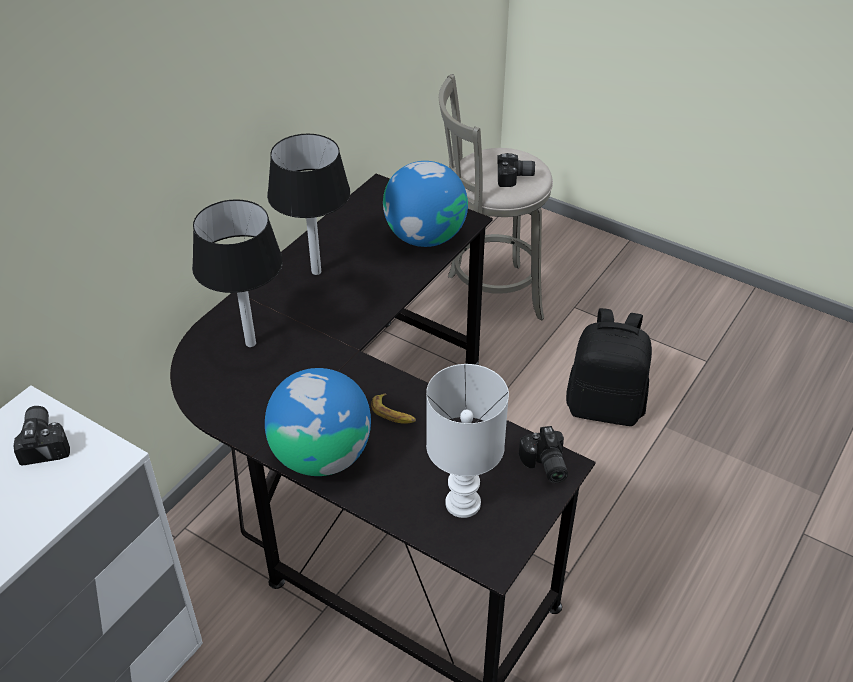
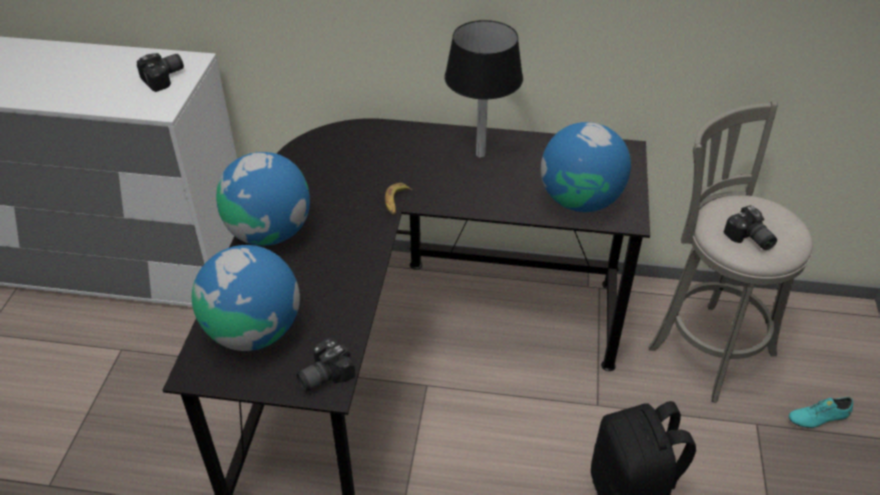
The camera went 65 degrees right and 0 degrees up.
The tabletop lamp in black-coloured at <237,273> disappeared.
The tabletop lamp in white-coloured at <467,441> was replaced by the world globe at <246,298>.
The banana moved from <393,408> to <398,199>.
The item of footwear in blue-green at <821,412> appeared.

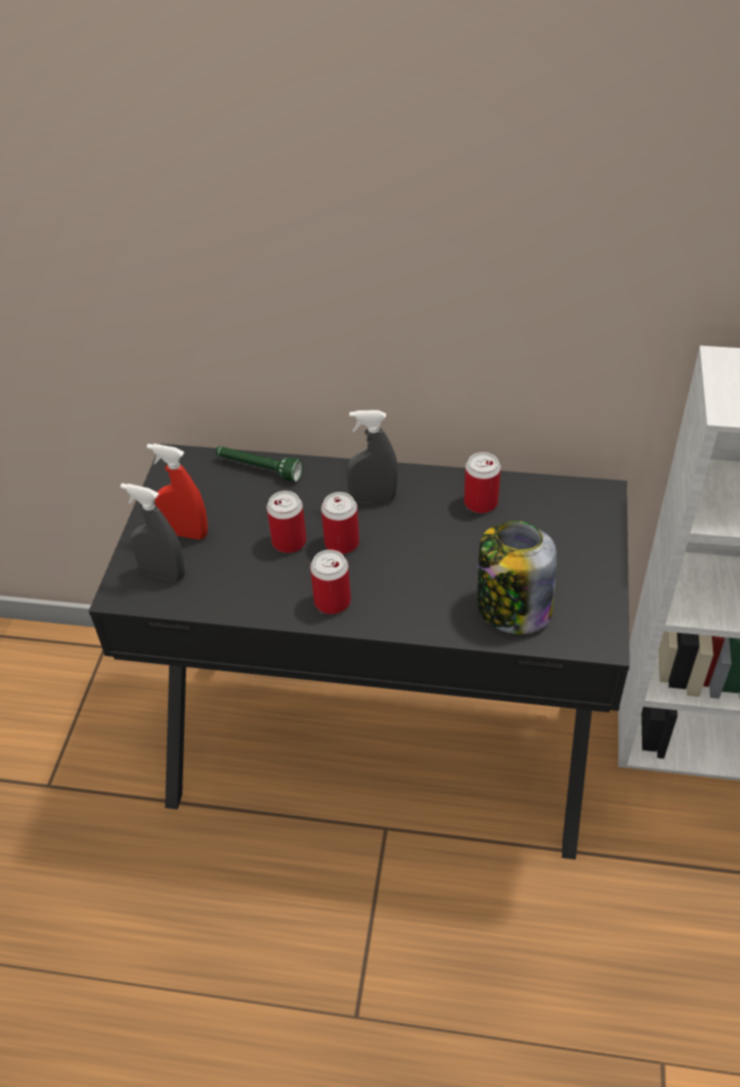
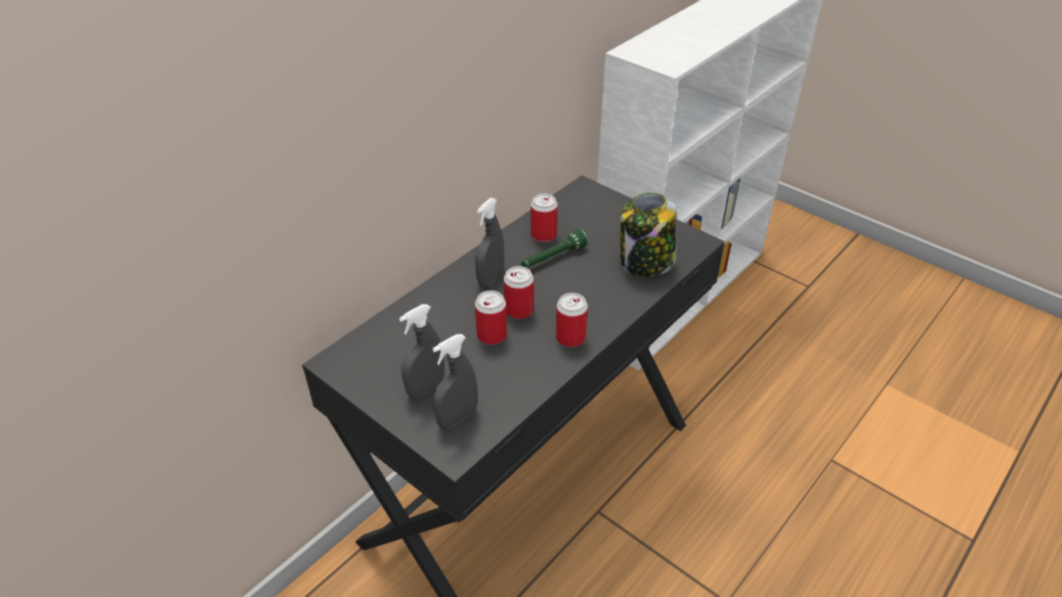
The camera went 60 degrees left and 5 degrees down.
The spray bottle in red at <177,492> became the spray bottle in greyish at <422,351>.
The torch in green-coloured moved from <259,464> to <554,248>.

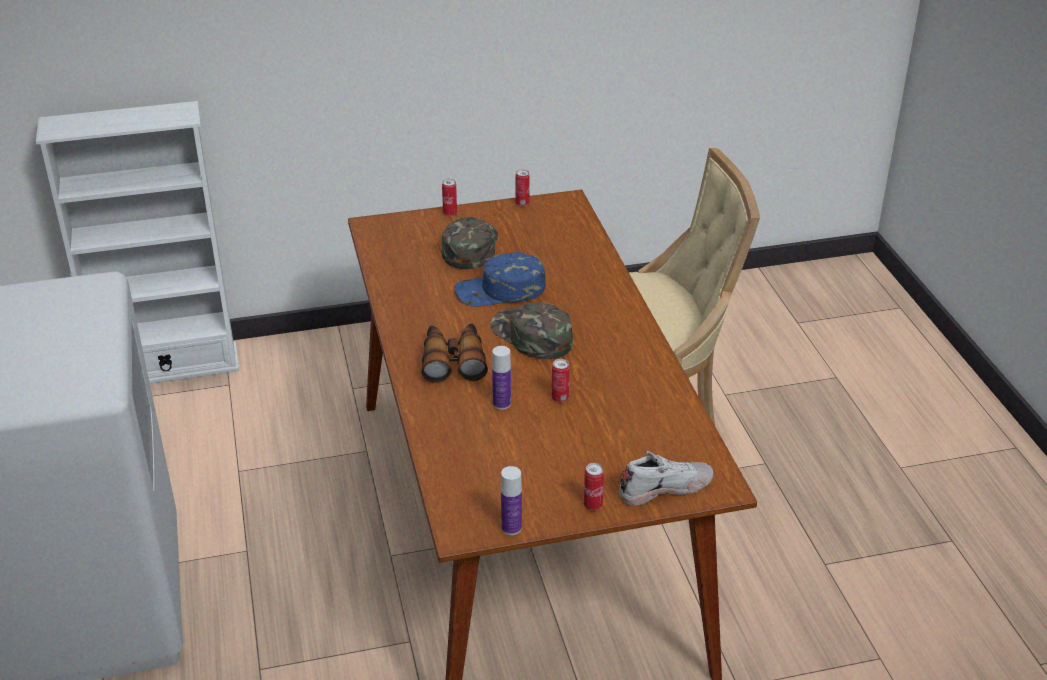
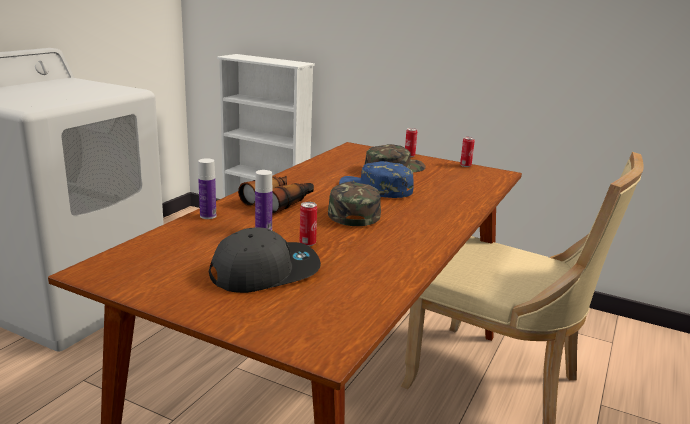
The camera went 40 degrees right and 15 degrees down.
The item of footwear in white-coloured at <666,478> disappeared.
The sealed can at <594,486> disappeared.
The drink bottle moved from <511,500> to <207,188>.
The cap in greyish at <265,260> appeared.

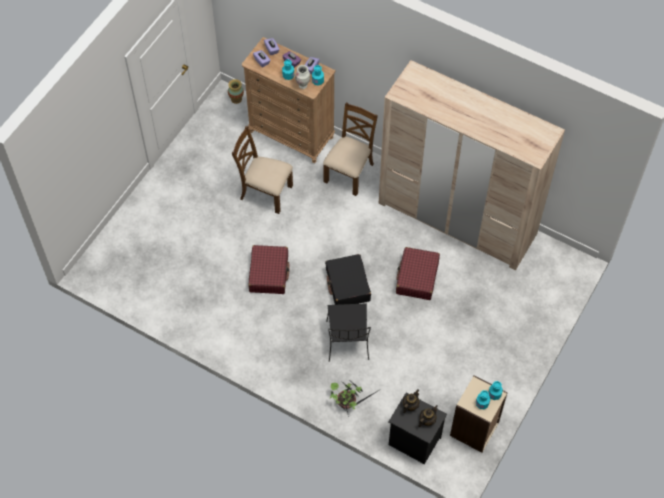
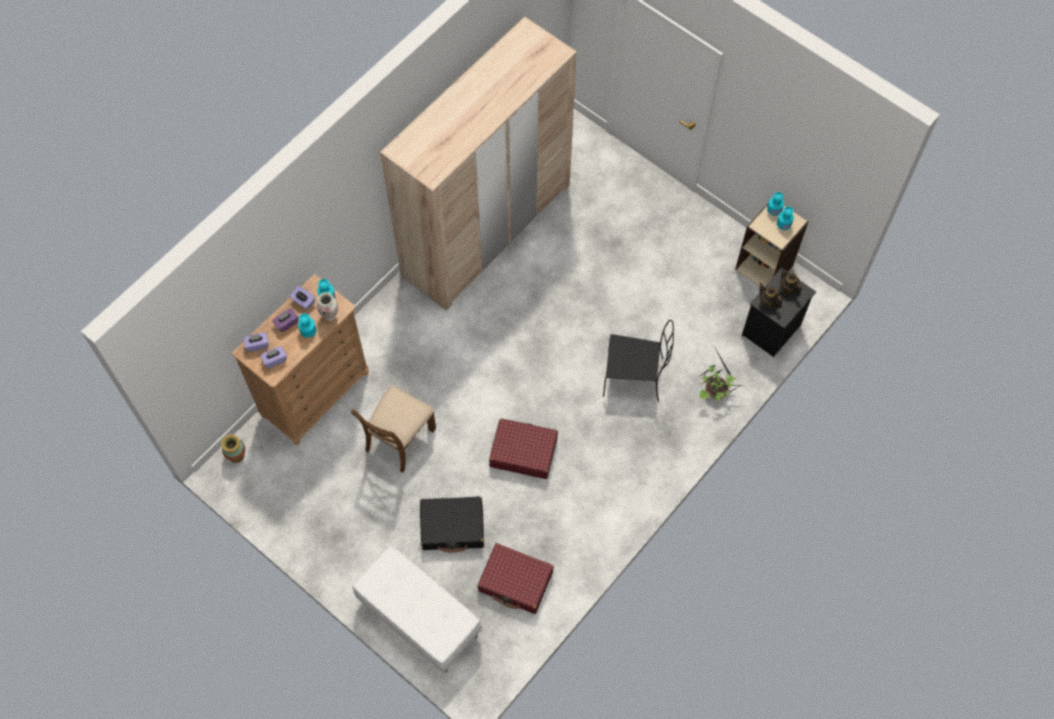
The camera went 80 degrees left and 5 degrees up.
The chair in brown at <350,149> disappeared.
The travel case in red moved from <418,273> to <515,578>.
The travel case in black-coloured moved from <348,279> to <452,524>.
The bench in white-coloured at <417,609> appeared.

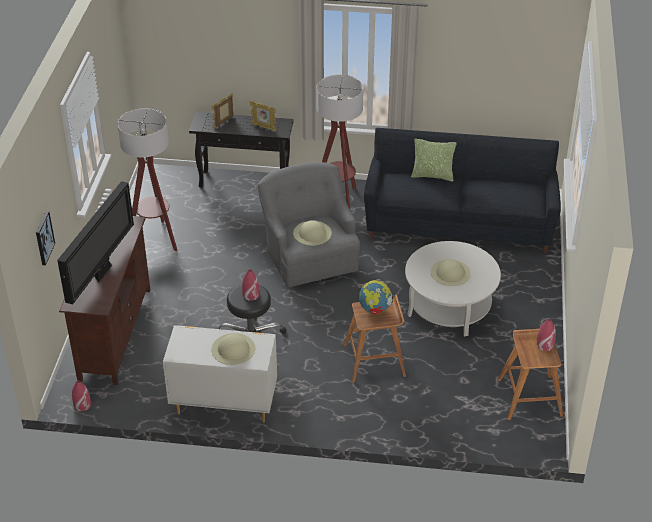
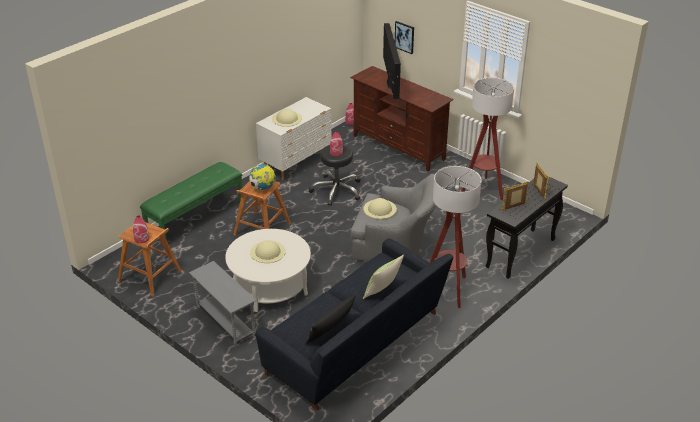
The camera went 125 degrees right and 5 degrees down.
The television at <95,243> turned 150 degrees counterclockwise.
The bench in green-coloured at <191,205> appeared.
The side table in greyish at <223,303> appeared.
The cushion in black-coloured at <330,320> appeared.

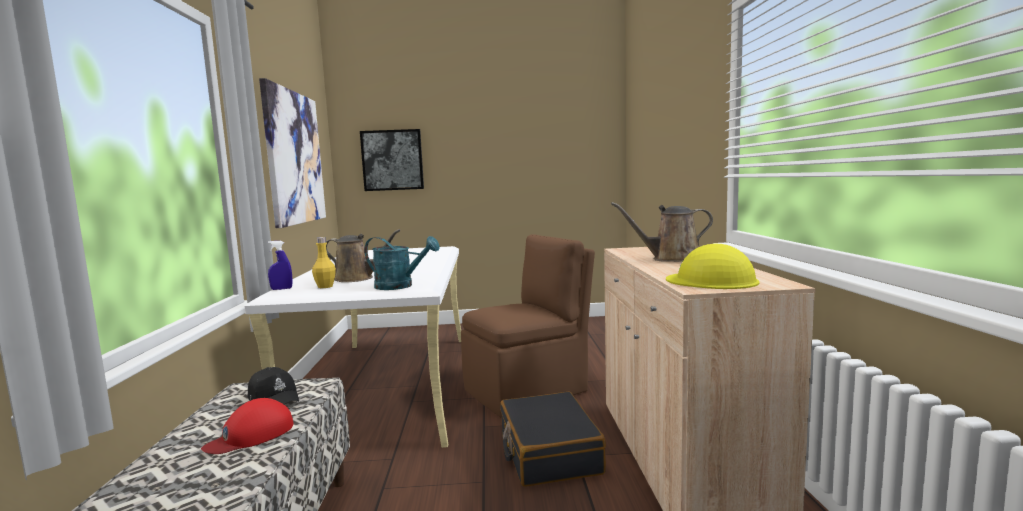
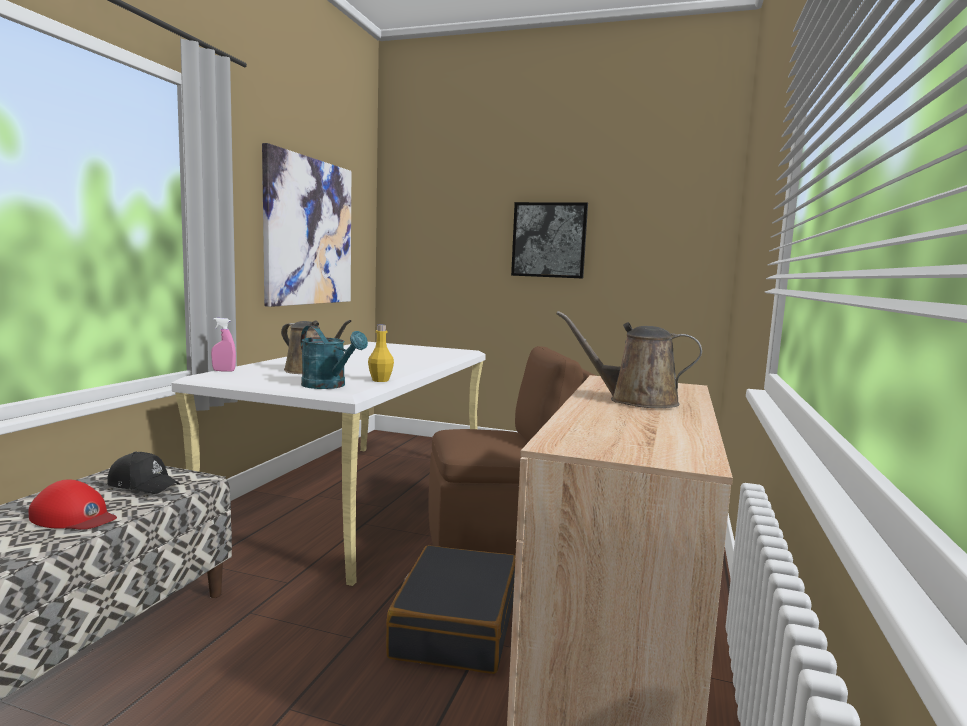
The camera went 20 degrees right and 0 degrees up.
The wall art moved from <392,160> to <549,240>.
The drink bottle in yellowish moved from <324,262> to <381,353>.
The spray bottle in blue-coloured at <280,265> became the spray bottle in pinkish at <223,345>.
The hard hat in yellowish at <713,266> disappeared.
The cap in black-coloured at <273,385> turned 45 degrees counterclockwise.
The cap in red at <247,426> turned 135 degrees counterclockwise.

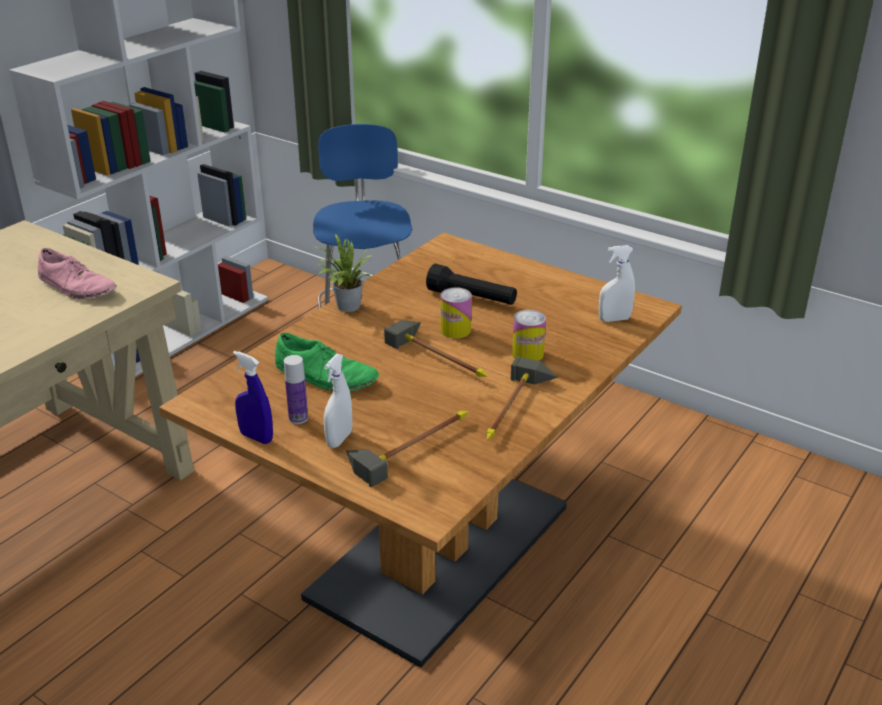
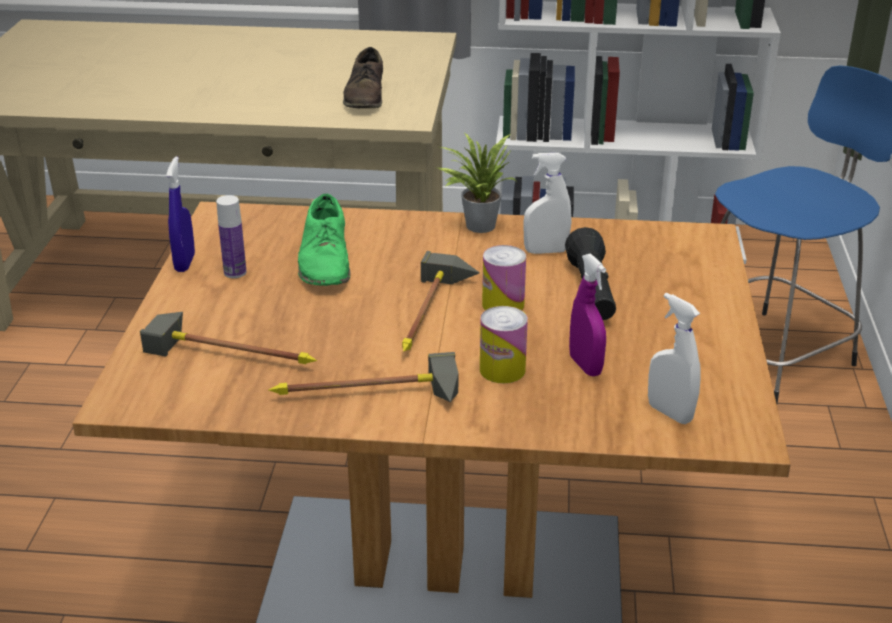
The camera went 60 degrees right and 0 degrees up.
The item of footwear in pinkish at <77,274> became the item of footwear in brown at <363,77>.
The spray bottle in white-coloured moved from <338,401> to <547,203>.
The spray bottle in purplish at <587,314> appeared.

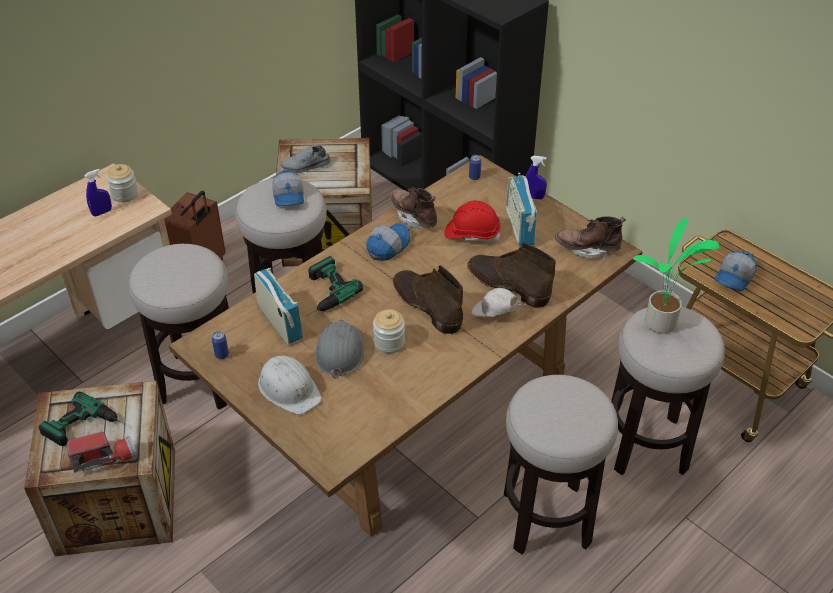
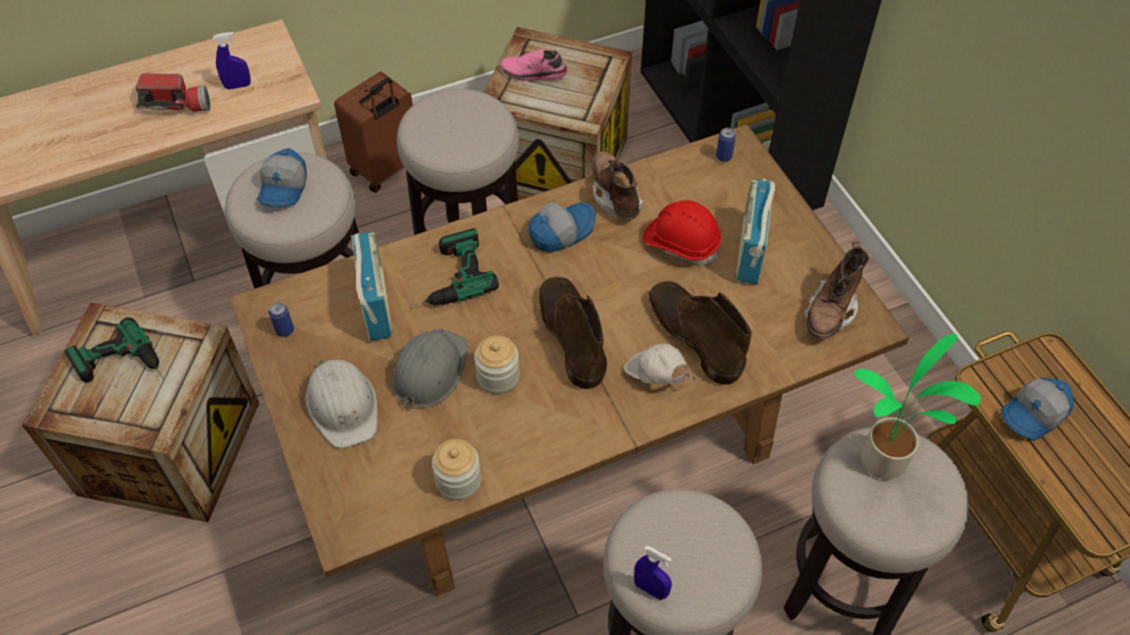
The camera went 20 degrees right and 10 degrees up.
The item of footwear in greyish at <305,159> became the item of footwear in pinkish at <534,65>.
The spray bottle in blue-coloured moved from <536,178> to <653,572>.
The jar moved from <122,183> to <456,469>.
The cap moved from <288,187> to <282,177>.
The tall boot in brown at <590,237> turned 90 degrees counterclockwise.
The torch moved from <102,452> to <173,93>.

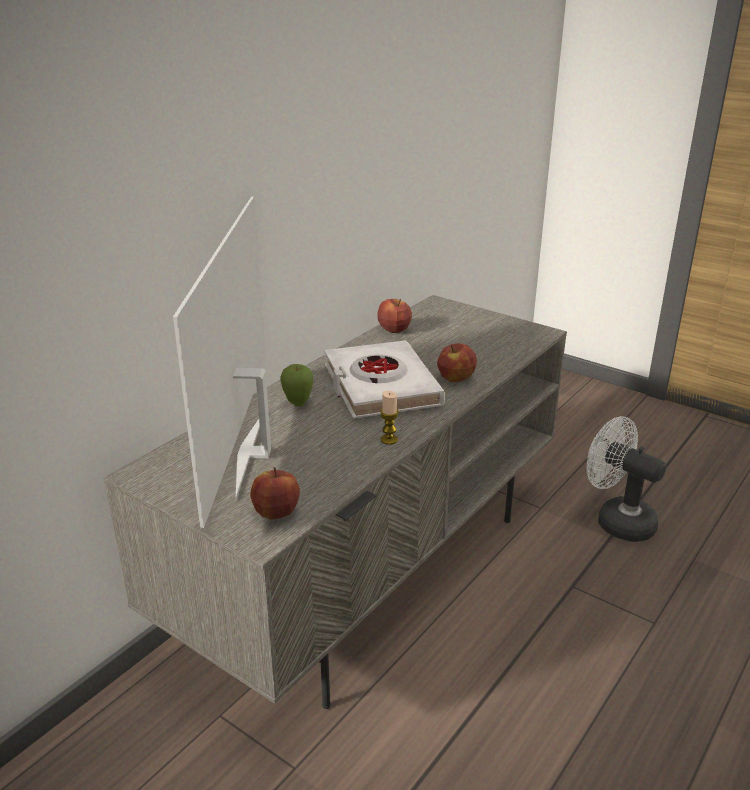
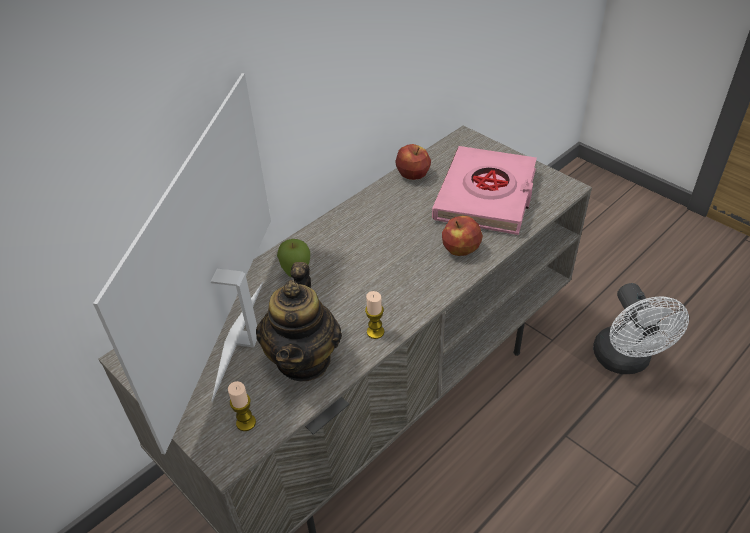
The camera went 10 degrees right and 15 degrees up.
The bound book in white-coloured at <384,379> disappeared.
The electric fan in white-coloured at <626,479> turned 150 degrees counterclockwise.
The whole apple at <275,493> was replaced by the wax candle at <242,406>.
The bound book in pinkish at <484,190> appeared.
The tea pot at <299,321> appeared.

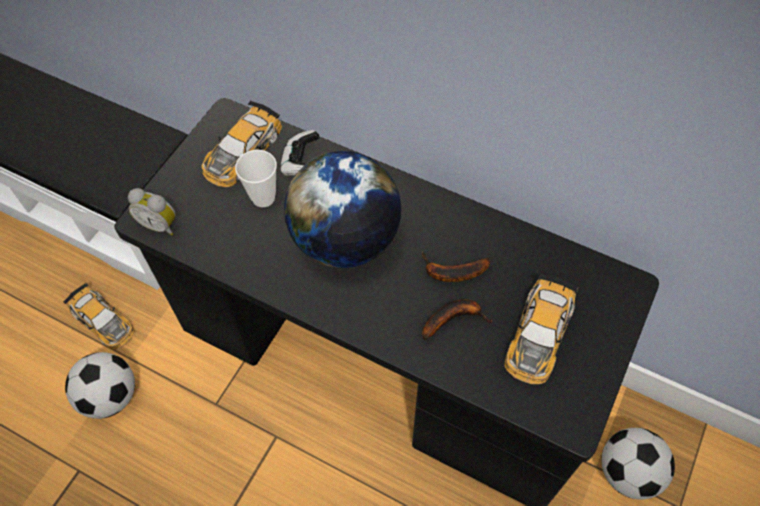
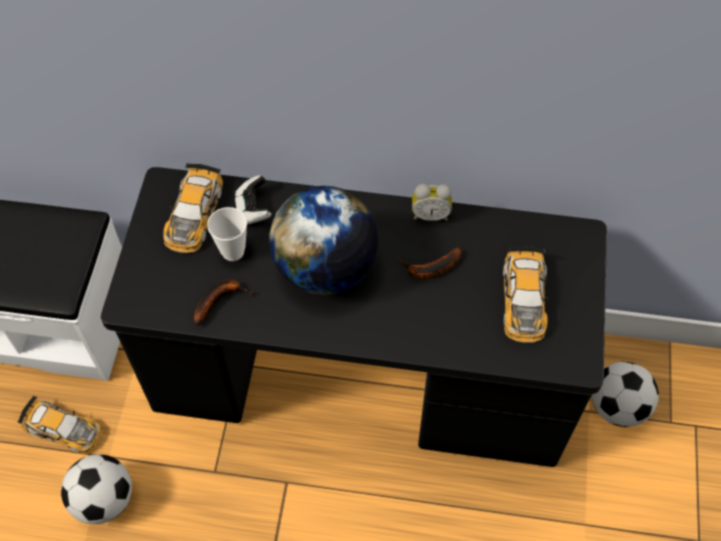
The camera went 20 degrees left and 0 degrees up.
The bedside clock moved from <152,212> to <432,202>.
The banana moved from <457,319> to <223,302>.

